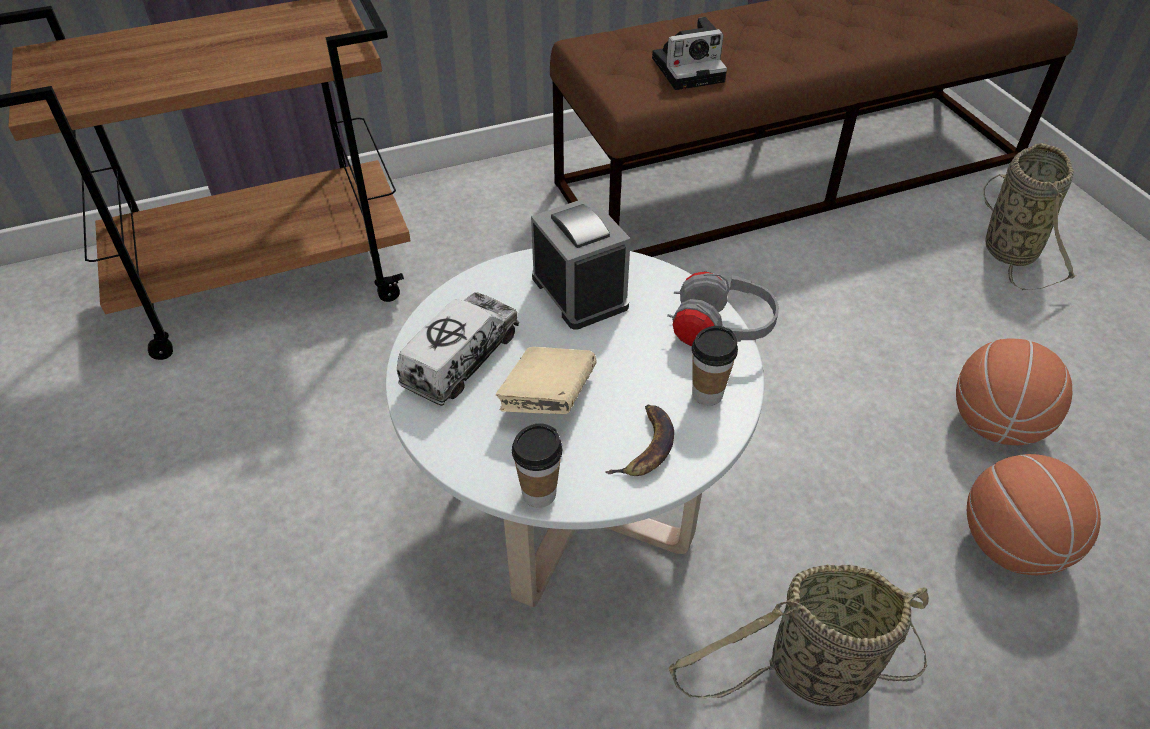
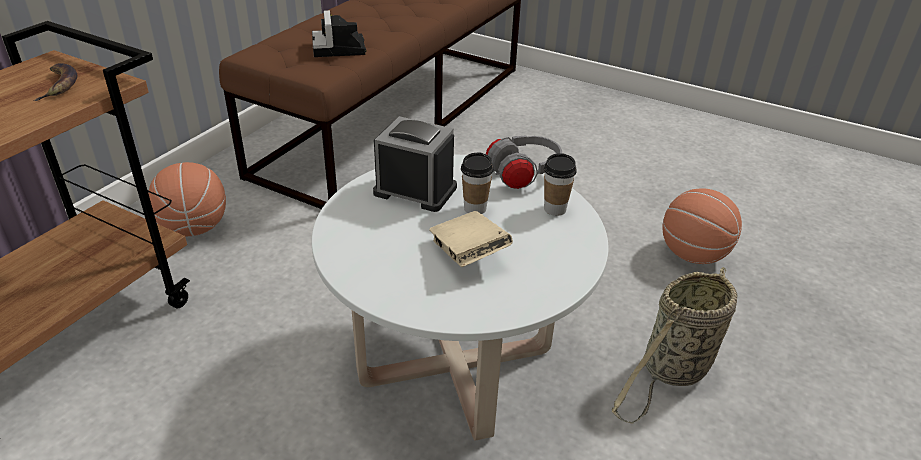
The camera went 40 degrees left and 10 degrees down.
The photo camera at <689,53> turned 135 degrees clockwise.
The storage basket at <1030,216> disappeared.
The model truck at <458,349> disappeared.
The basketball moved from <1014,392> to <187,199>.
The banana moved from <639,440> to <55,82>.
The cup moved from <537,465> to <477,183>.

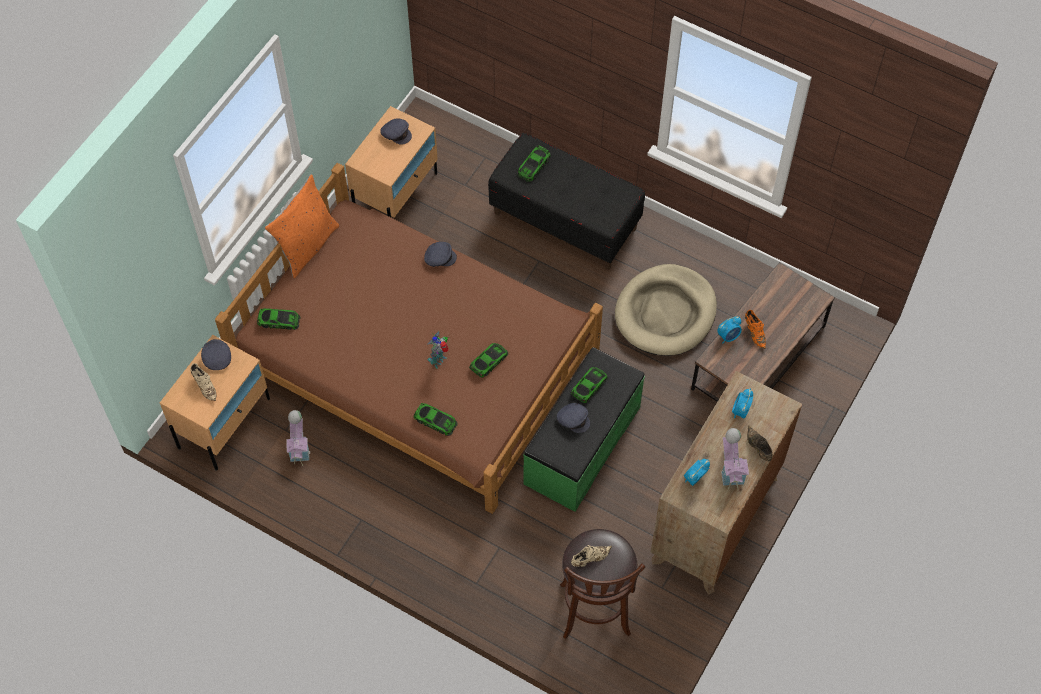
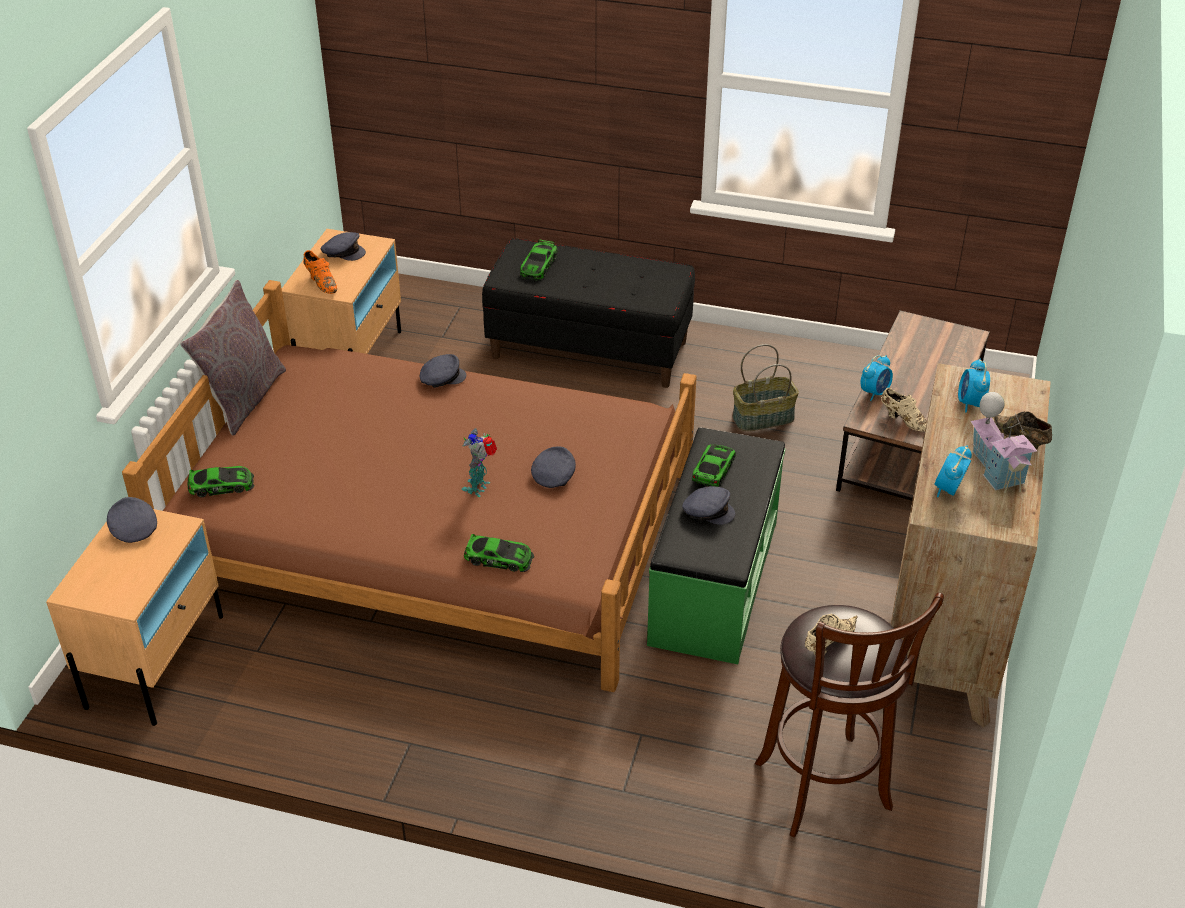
The camera went 15 degrees left and 20 degrees down.
The cushion in orange at <302,226> became the cushion in greyish at <233,358>.
The dog cushion in sand-coloured at <666,310> was replaced by the storage basket at <766,387>.
The item of footwear in orange moved from <755,329> to <320,272>.
The miniature car at <488,360> was replaced by the cap in greyish at <553,467>.
The item of footwear in sand-coloured moved from <203,382> to <904,410>.
The toy house at <298,438> disappeared.

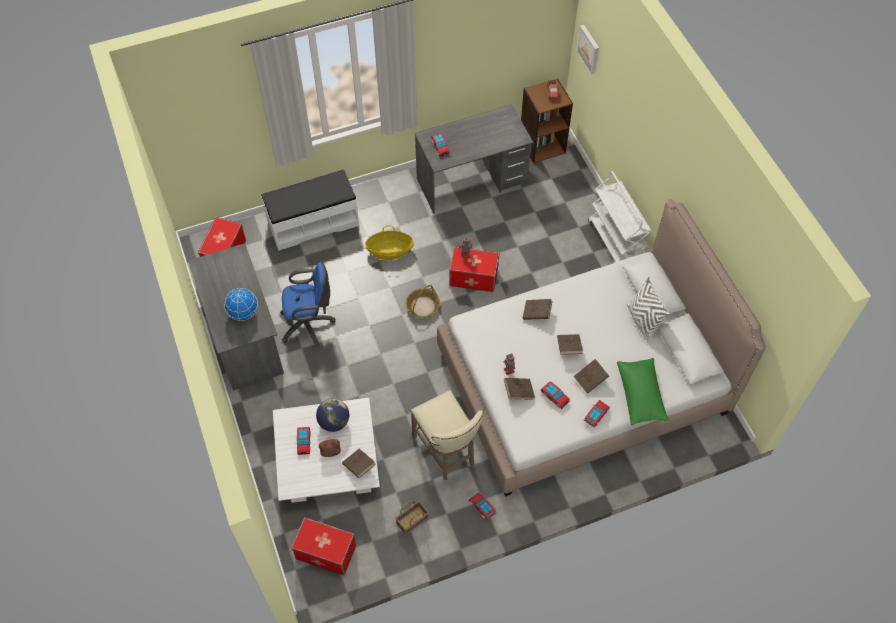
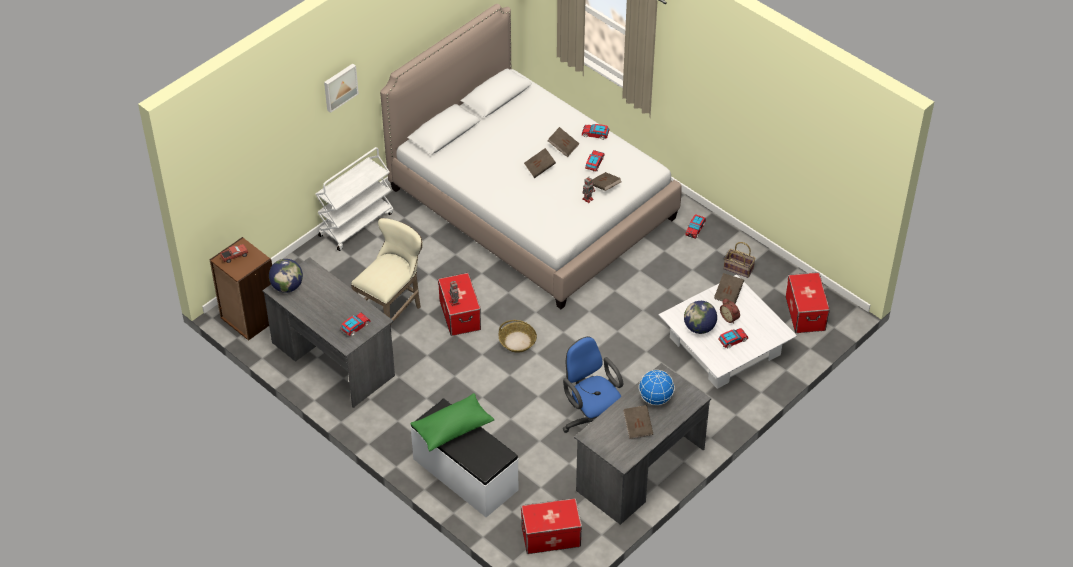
The camera went 115 degrees left and 10 degrees down.
The wall art moved from <587,50> to <341,88>.
The storage basket at <389,242> disappeared.
The cushion in white-coloured at <648,308> disappeared.
The bound book in brown moved from <538,309> to <638,422>.
The cushion in green-coloured moved from <643,391> to <452,422>.
The stool in sand-coloured moved from <447,435> to <387,271>.
The world globe at <286,276> appeared.

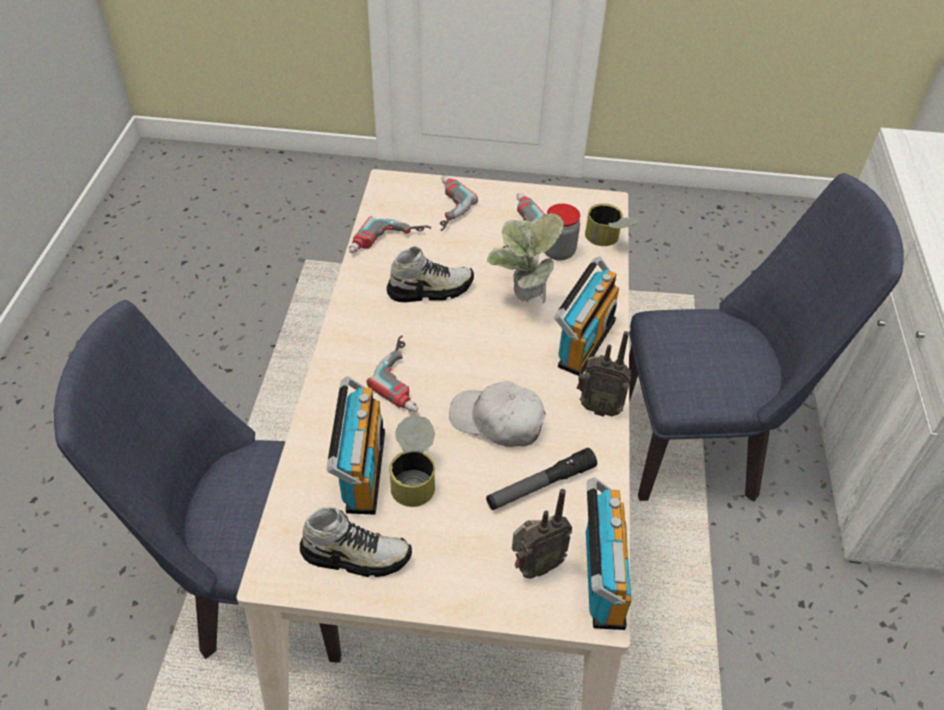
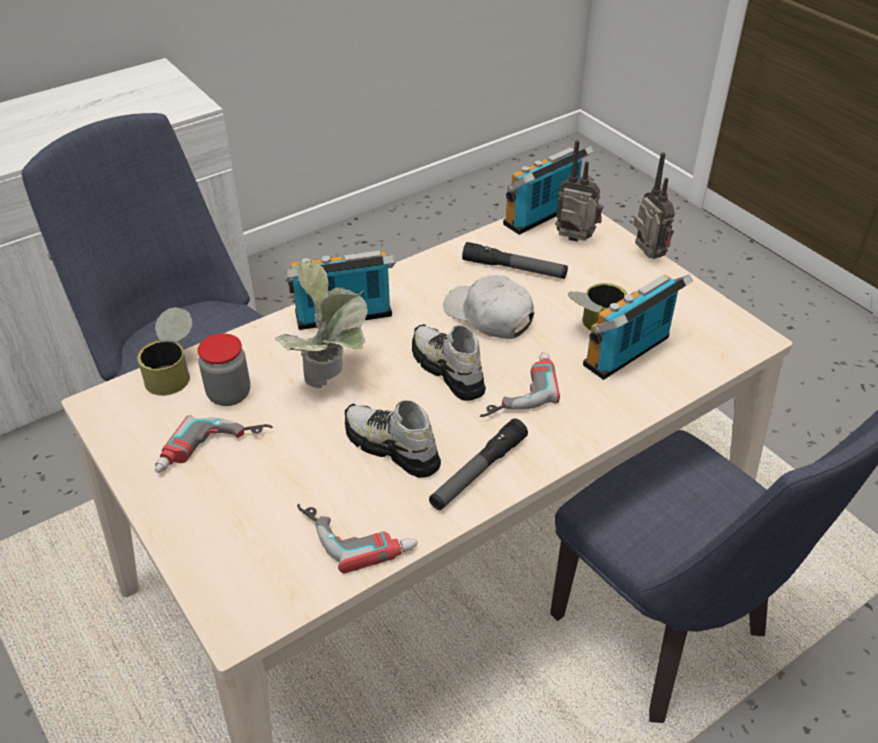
The camera went 130 degrees left and 5 degrees down.
The electric drill at <459,203> disappeared.
The radio receiver moved from <604,374> to <654,205>.
The cap in white-coloured at <497,414> turned 150 degrees clockwise.
The item of footwear moved from <356,542> to <449,362>.
The torch at <478,464> appeared.

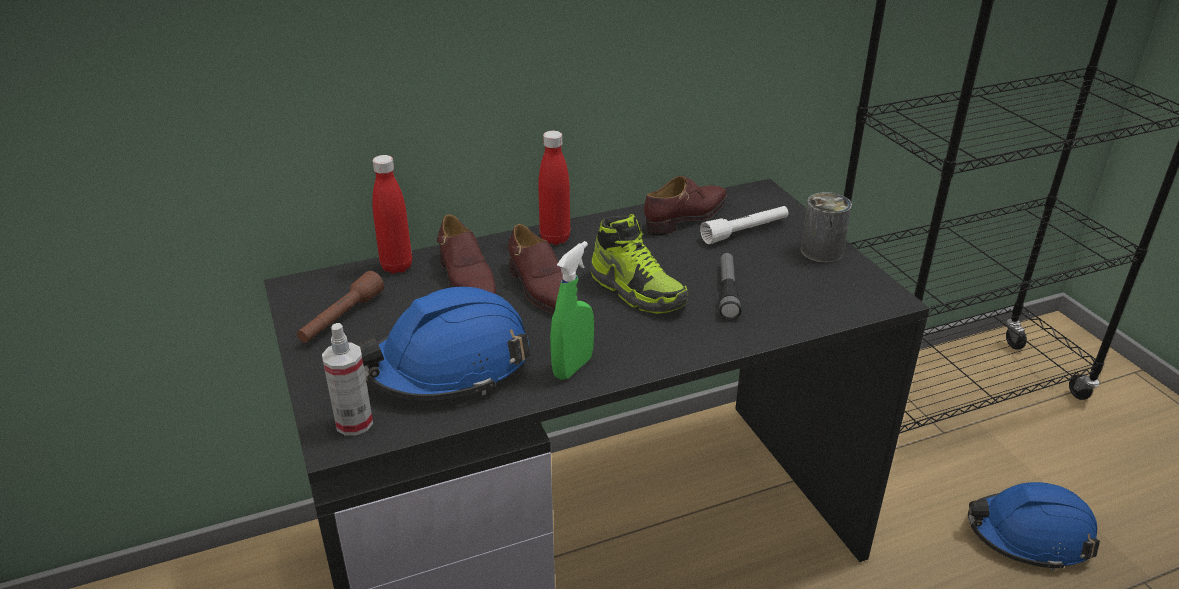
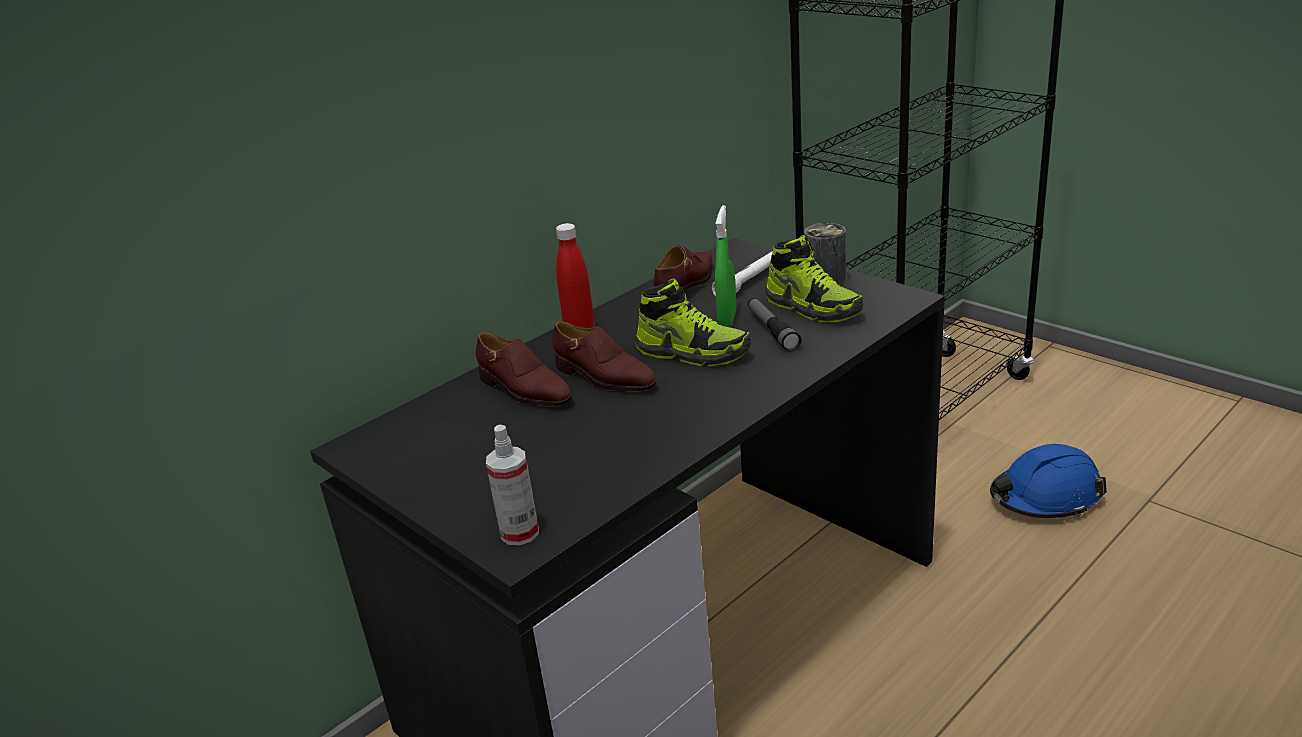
The camera went 20 degrees left and 5 degrees down.
The drink bottle in red at <392,214> disappeared.
The spray bottle in green-coloured moved from <572,310> to <726,266>.
The torch in brown at <340,307> disappeared.
The hard hat in blue-coloured at <443,344> disappeared.
The item of footwear at <814,278> appeared.

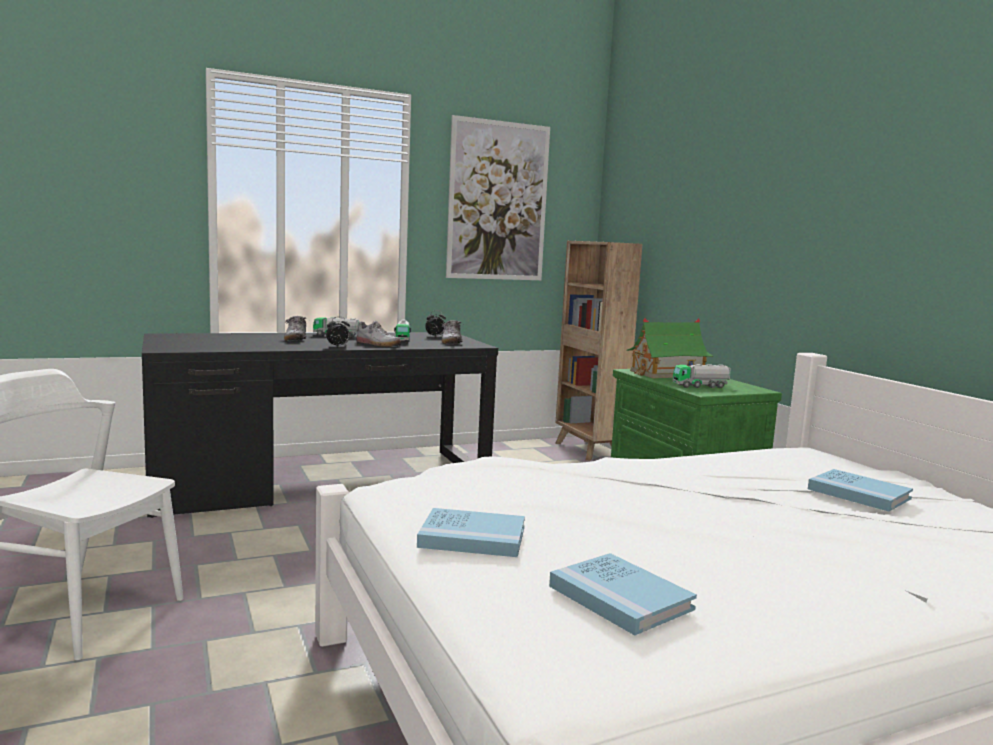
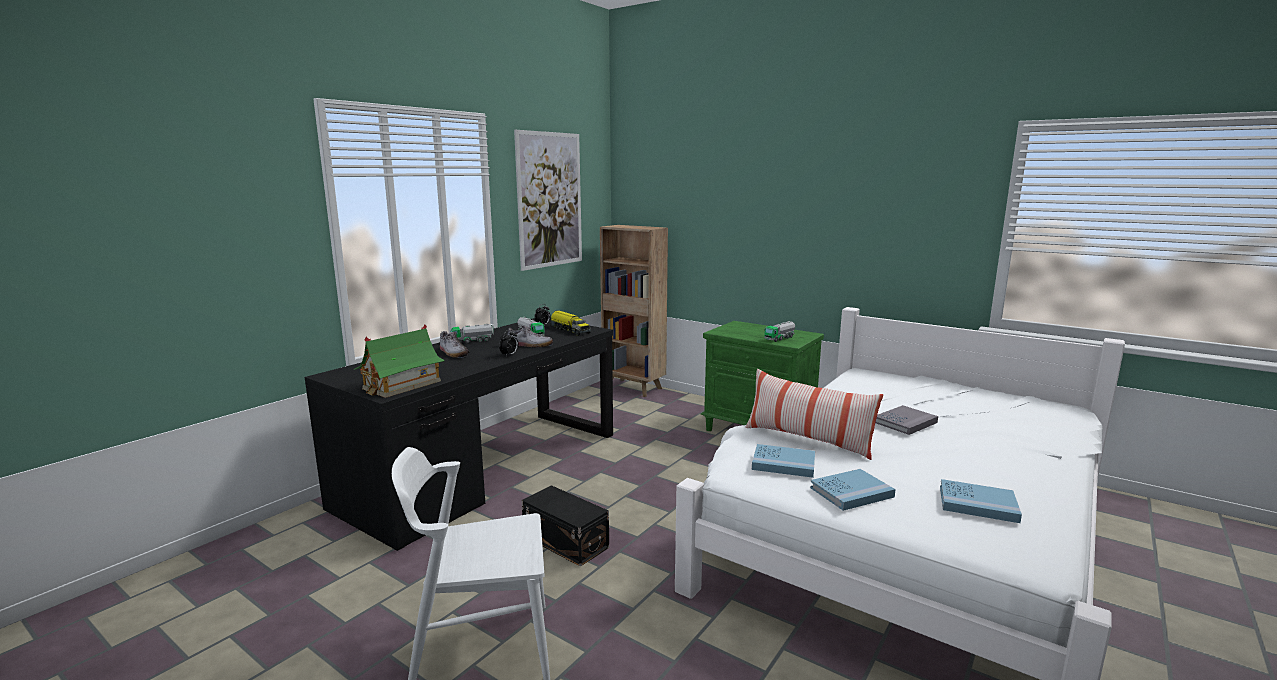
The camera went 30 degrees left and 5 degrees up.
The toy house moved from <669,348> to <399,361>.
The item of footwear at <452,332> was replaced by the model truck at <570,323>.
The bound book in blue-coloured moved from <860,490> to <783,461>.
The cushion at <814,414> appeared.
The bound book in greyish at <906,420> appeared.
The storage bin in black-coloured at <565,526> appeared.

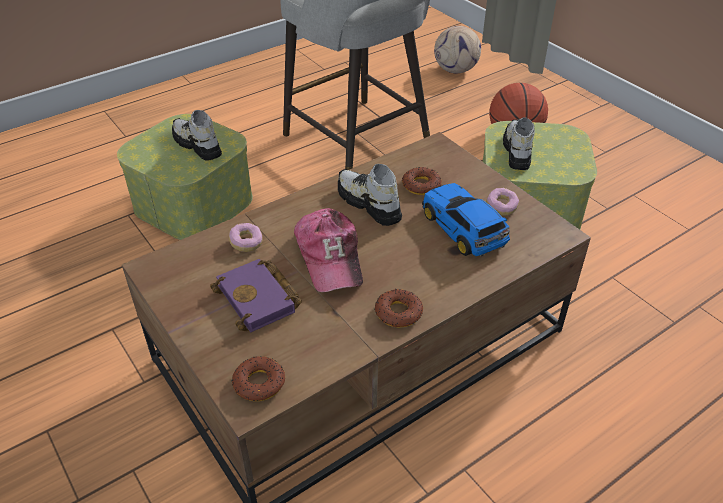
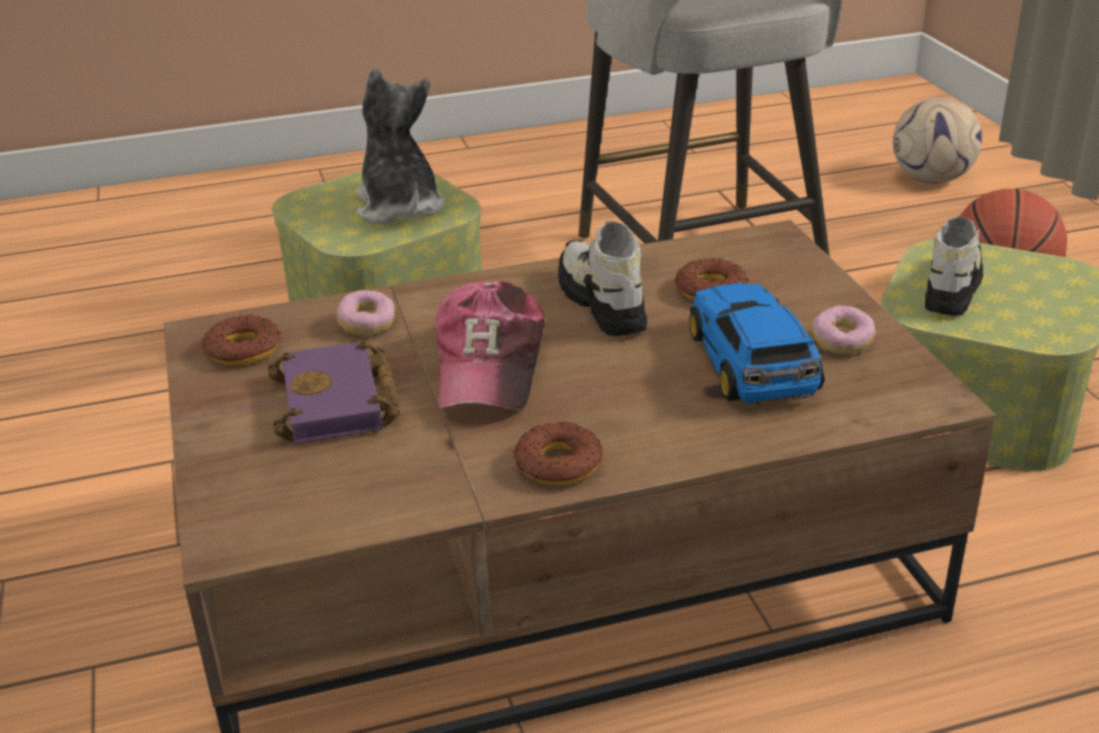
The camera went 20 degrees right and 10 degrees down.
The item of footwear at <197,135> was replaced by the plush toy at <400,146>.
The ring doughnut moved from <258,378> to <241,339>.

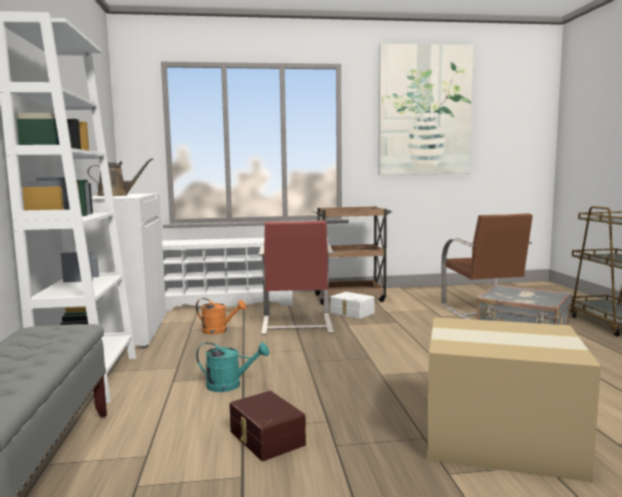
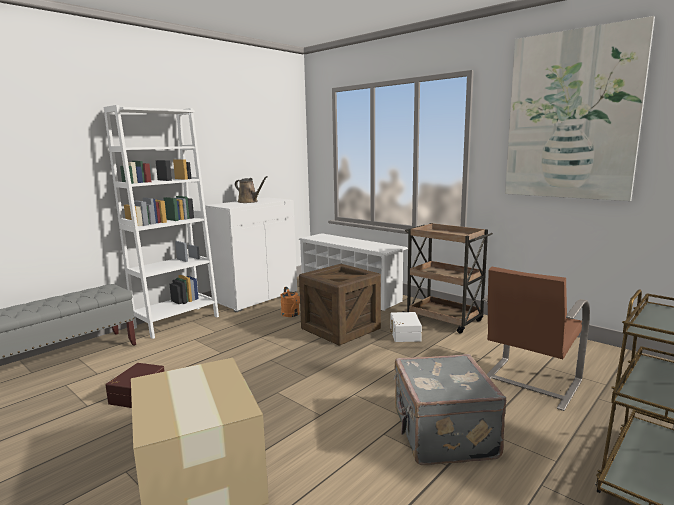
The camera went 50 degrees right and 5 degrees up.
The chair in red at <296,278> was replaced by the shipping crate at <340,305>.
The watering can in blue-green at <232,367> disappeared.

